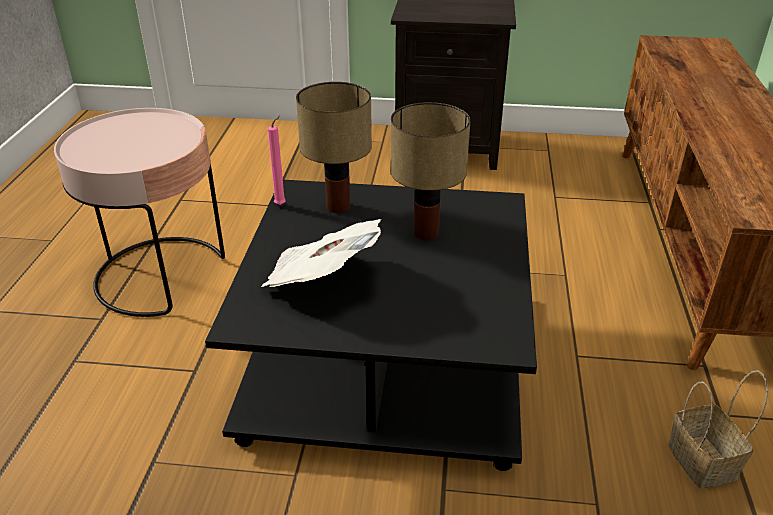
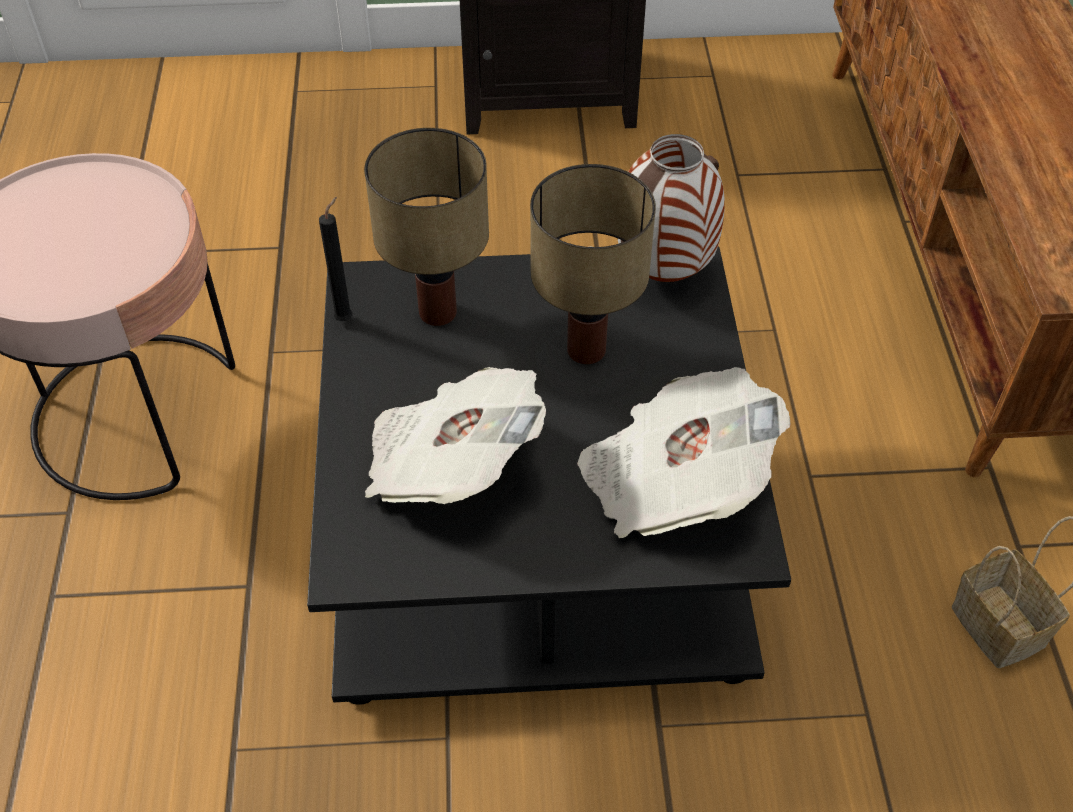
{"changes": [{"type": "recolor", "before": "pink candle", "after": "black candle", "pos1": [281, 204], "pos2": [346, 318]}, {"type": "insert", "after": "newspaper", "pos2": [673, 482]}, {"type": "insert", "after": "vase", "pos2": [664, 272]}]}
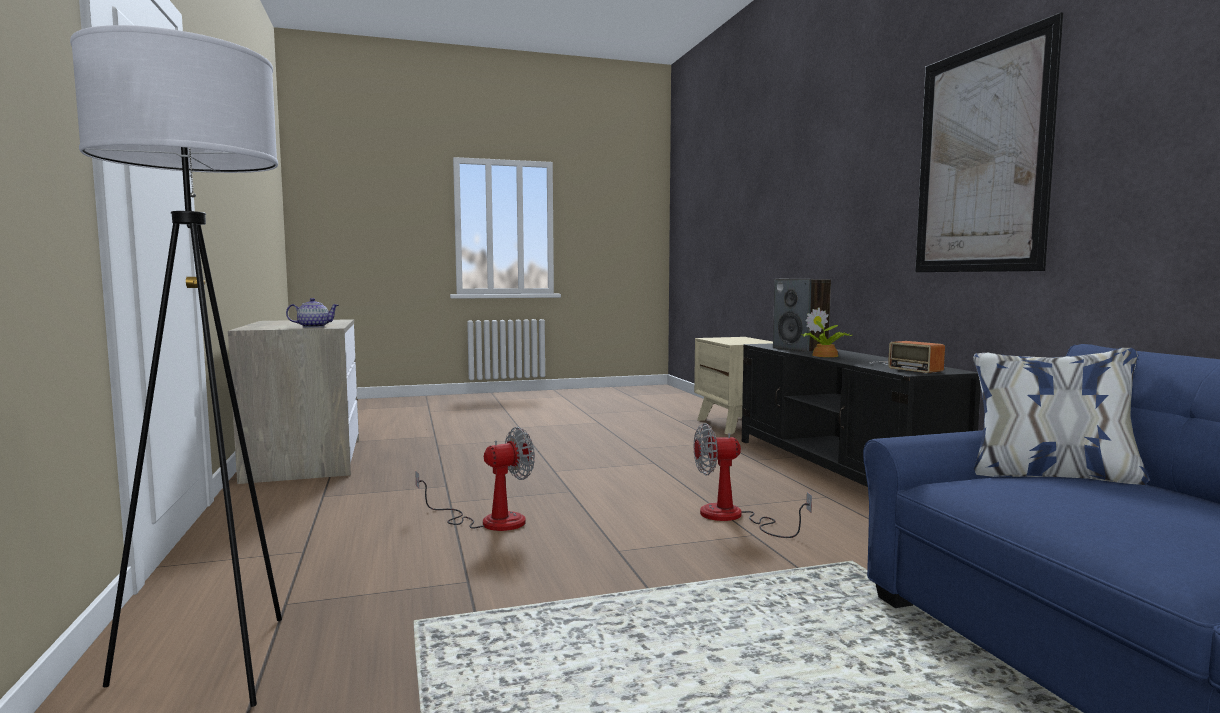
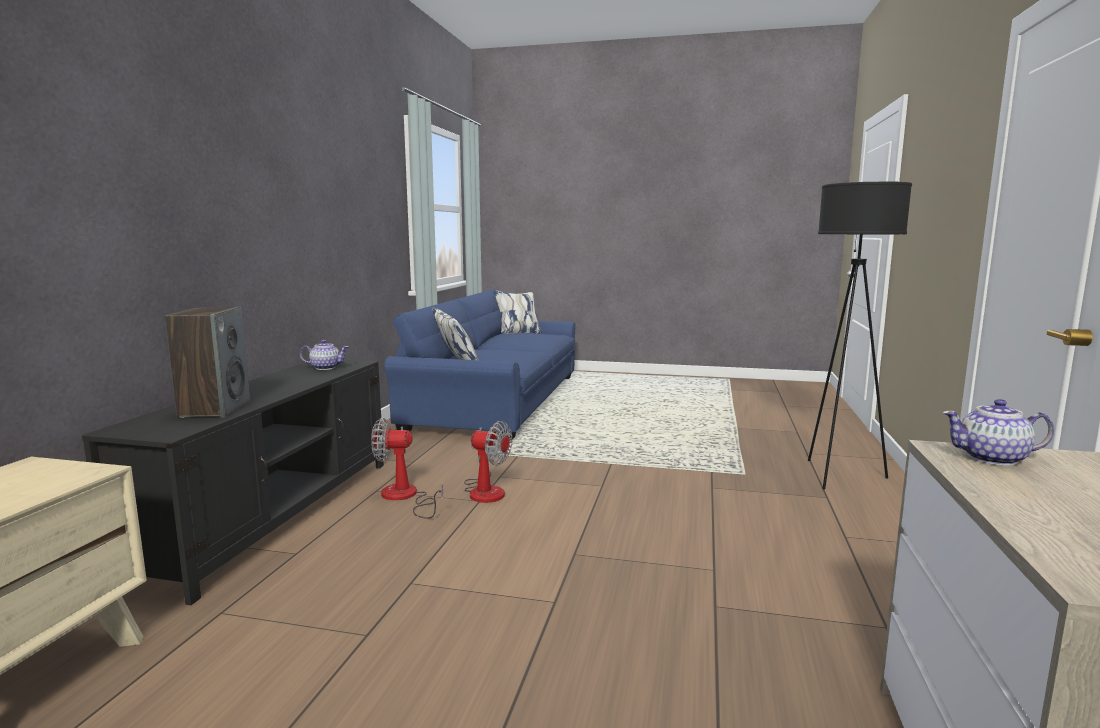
{"changes": [{"type": "recolor", "before": "white floor lamp", "after": "black floor lamp", "pos1": [219, 665], "pos2": [838, 475]}, {"type": "move", "before": "fan", "pos1": [489, 521], "pos2": [405, 497]}, {"type": "delete", "before": "potted plant", "pos1": [825, 356]}, {"type": "replace", "before": "radio", "after": "teapot", "pos1": [905, 367], "pos2": [325, 367]}, {"type": "delete", "before": "picture", "pos1": [980, 159]}]}
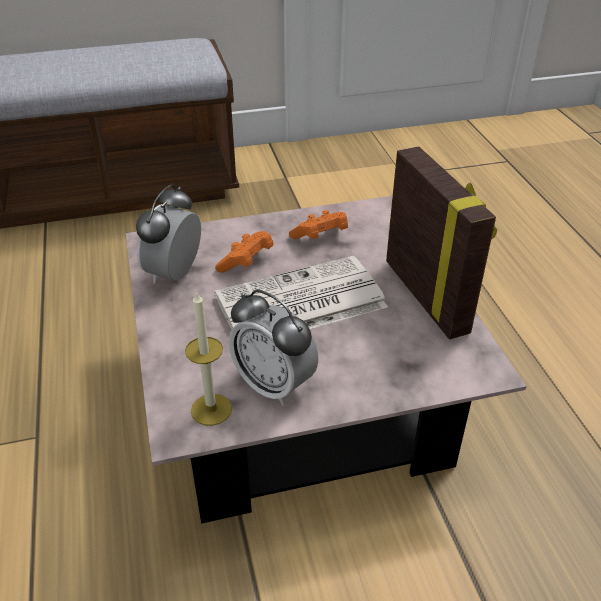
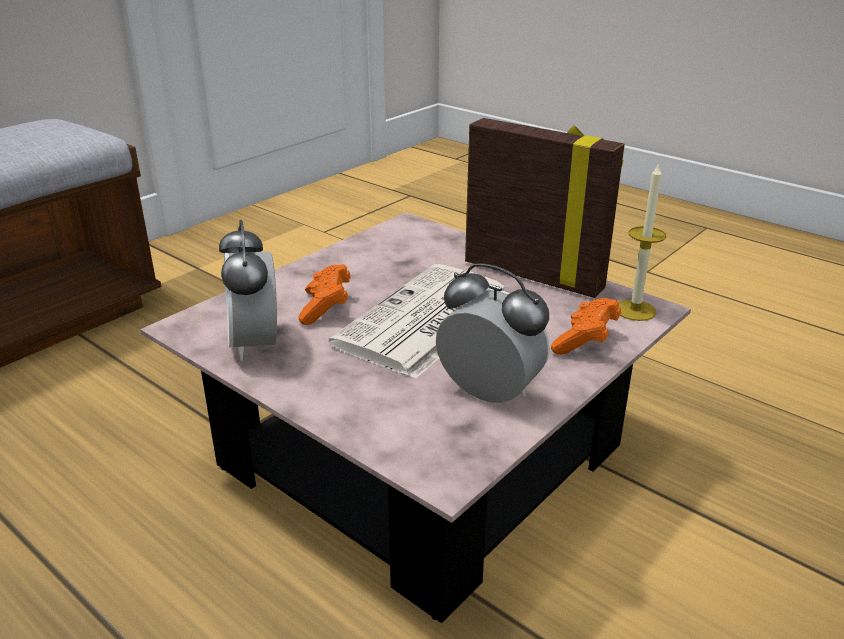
{"changes": [{"type": "move", "before": "candle", "pos1": [211, 409], "pos2": [635, 310]}, {"type": "rotate", "before": "alarm clock", "pos1": [274, 385], "pos2": [489, 394], "turn": -150}, {"type": "move", "before": "orange game controller", "pos1": [320, 237], "pos2": [585, 341]}]}
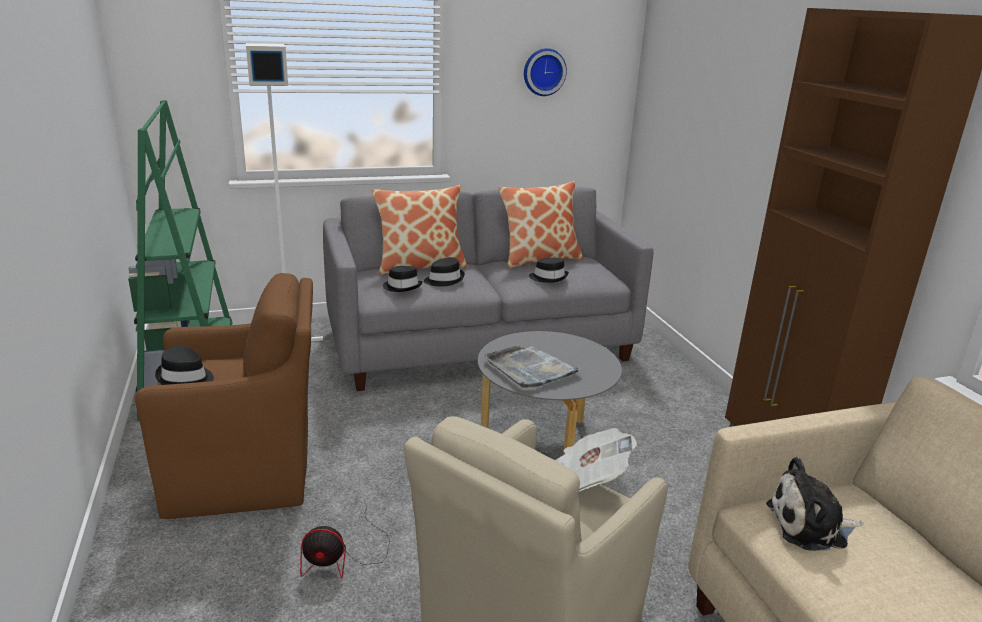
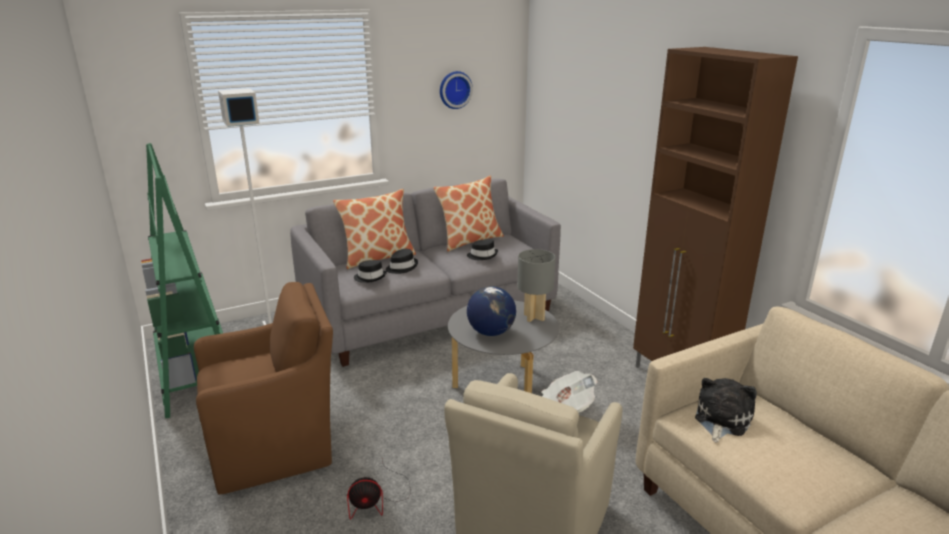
{"changes": [{"type": "delete", "before": "black hat", "pos1": [185, 378]}, {"type": "replace", "before": "grey tray", "after": "globe", "pos1": [530, 369], "pos2": [491, 332]}, {"type": "rotate", "before": "plush toy", "pos1": [811, 526], "pos2": [721, 420], "turn": 135}, {"type": "insert", "after": "grey table lamp", "pos2": [534, 317]}]}
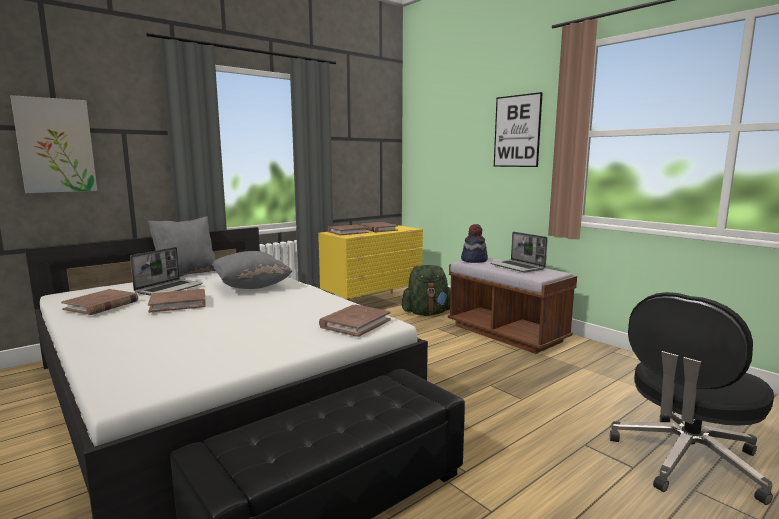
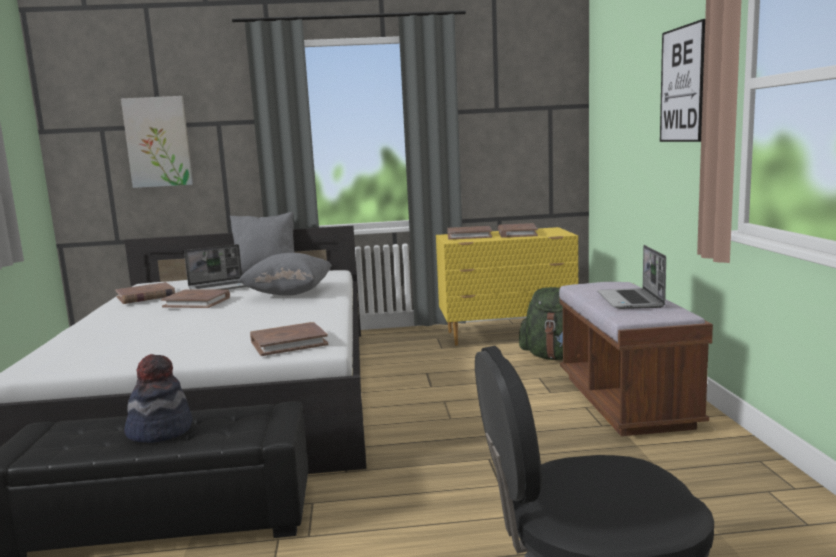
{"changes": [{"type": "move", "before": "hat", "pos1": [473, 260], "pos2": [160, 431]}]}
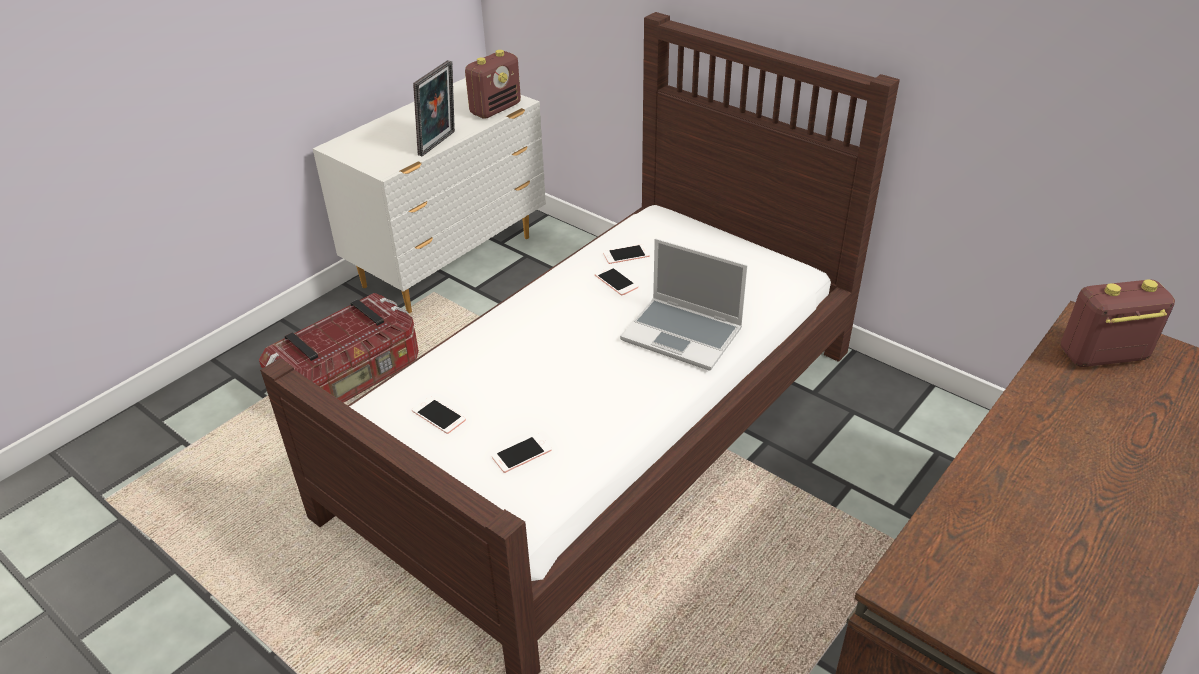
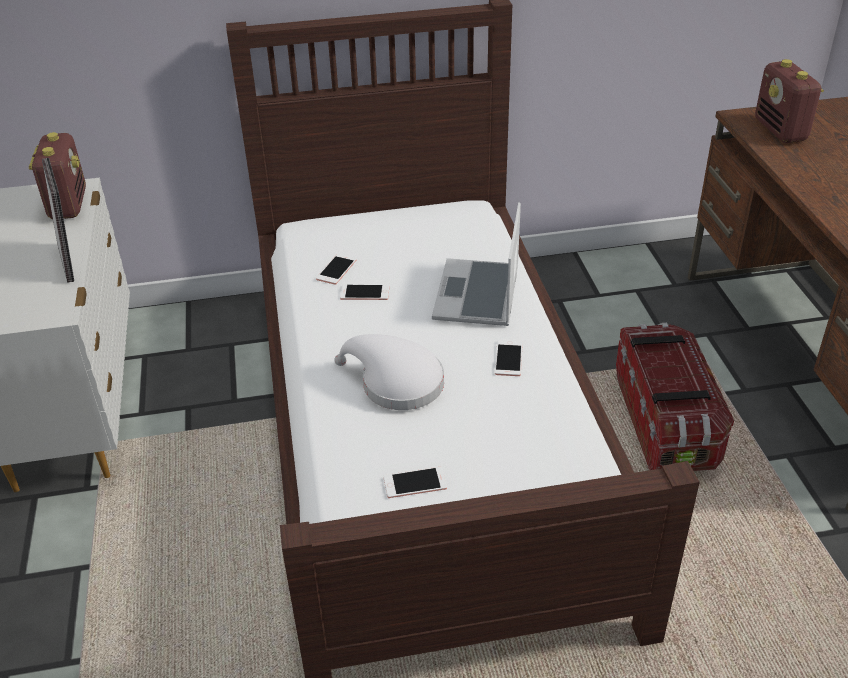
{"changes": [{"type": "move", "before": "storage box", "pos1": [350, 381], "pos2": [665, 422]}, {"type": "move", "before": "phone", "pos1": [521, 453], "pos2": [508, 358]}, {"type": "rotate", "before": "laptop", "pos1": [683, 335], "pos2": [478, 296], "turn": 120}, {"type": "rotate", "before": "radio", "pos1": [1102, 356], "pos2": [781, 131], "turn": -45}, {"type": "insert", "after": "white hat", "pos2": [396, 383]}]}
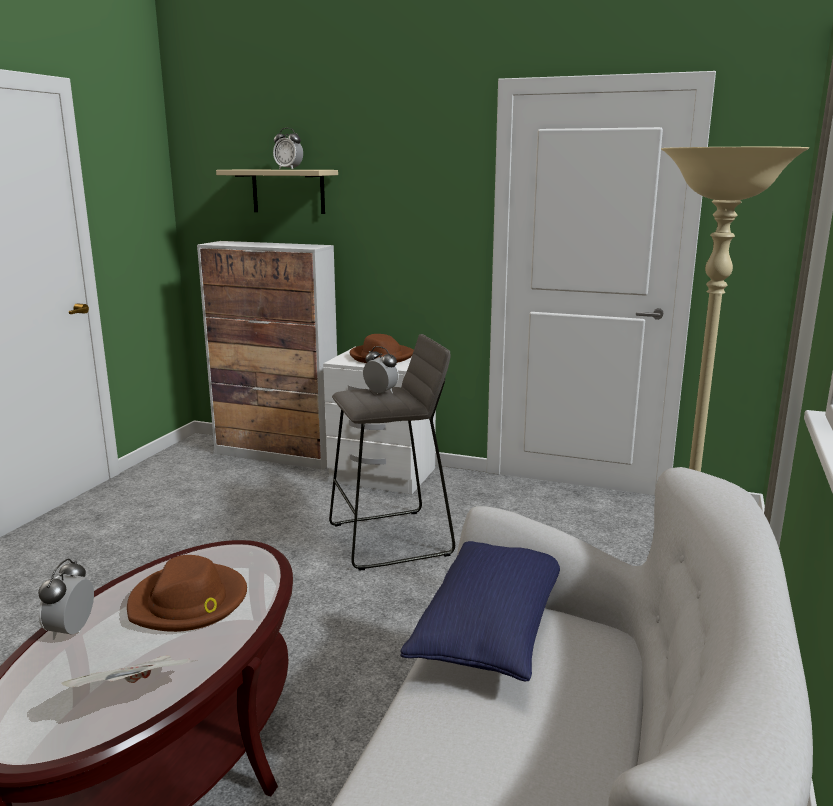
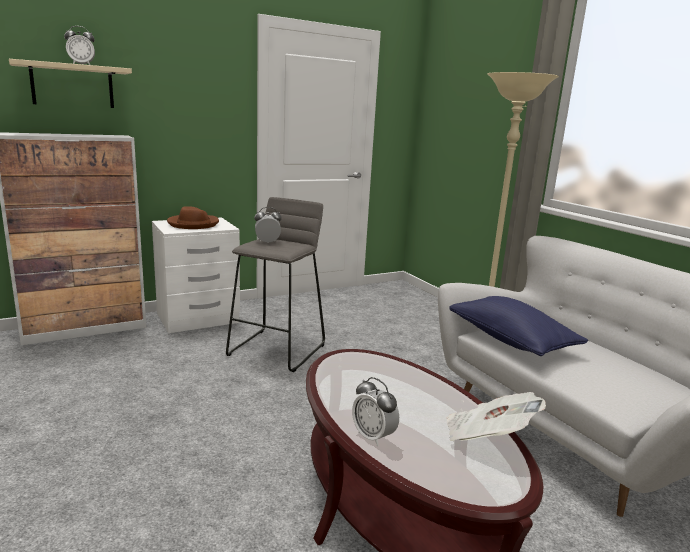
{"changes": [{"type": "delete", "before": "brown hat", "pos1": [189, 602]}]}
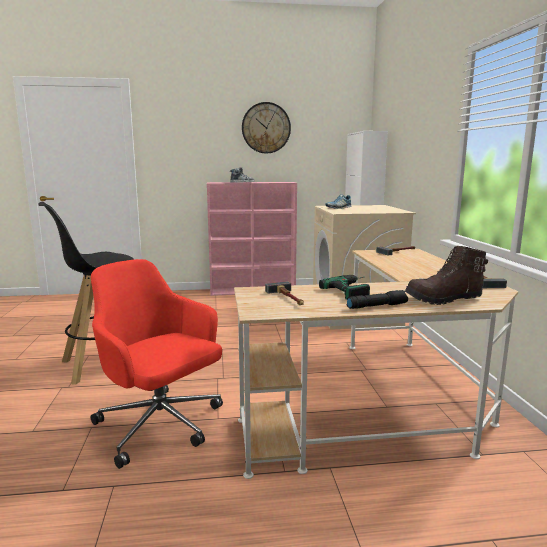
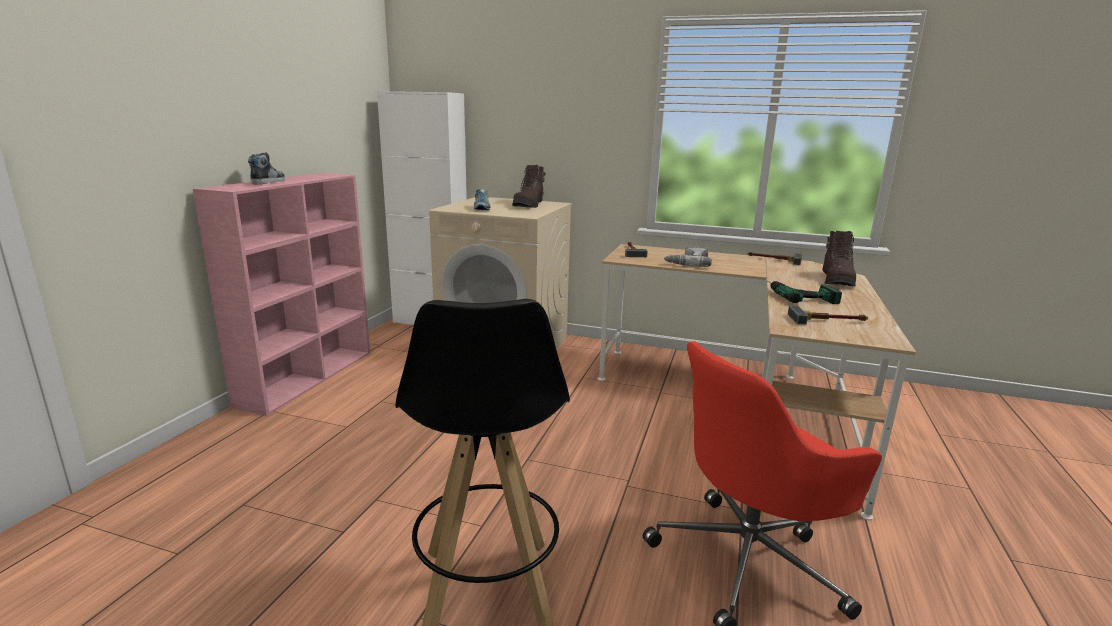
{"changes": [{"type": "delete", "before": "wall clock", "pos1": [266, 128]}, {"type": "delete", "before": "black flashlight", "pos1": [377, 306]}, {"type": "insert", "after": "brown boot", "pos2": [529, 205]}, {"type": "insert", "after": "power drill", "pos2": [687, 262]}]}
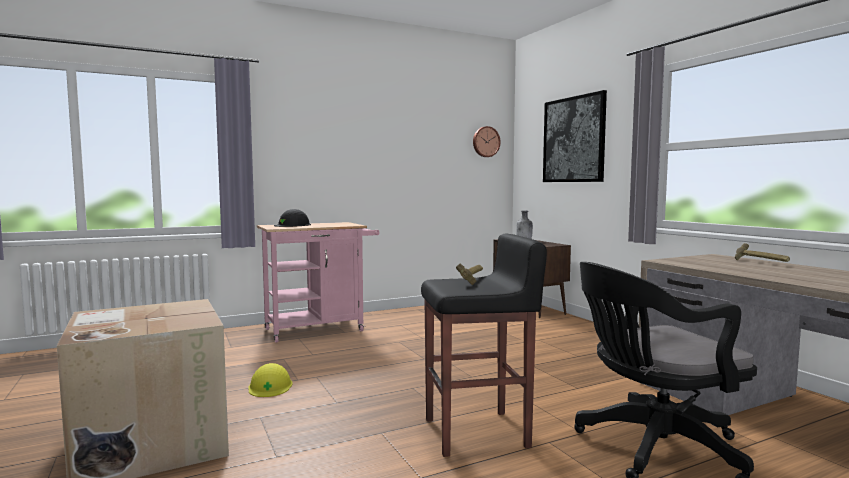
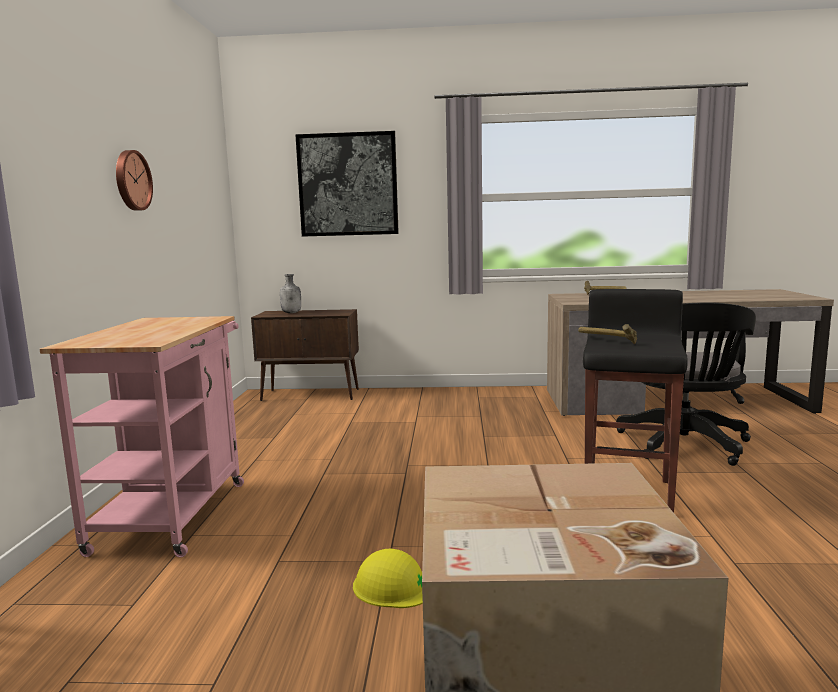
{"changes": [{"type": "delete", "before": "black hard hat", "pos1": [293, 225]}, {"type": "move", "before": "wall clock", "pos1": [485, 142], "pos2": [131, 180]}]}
